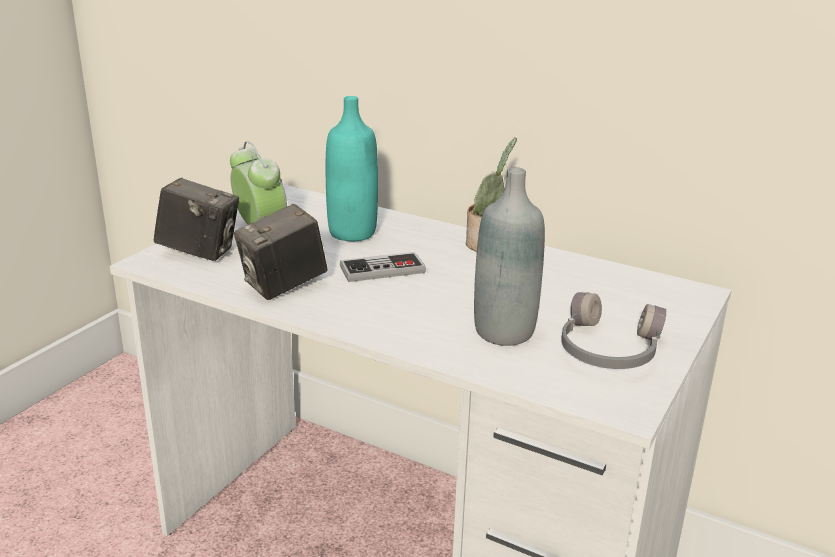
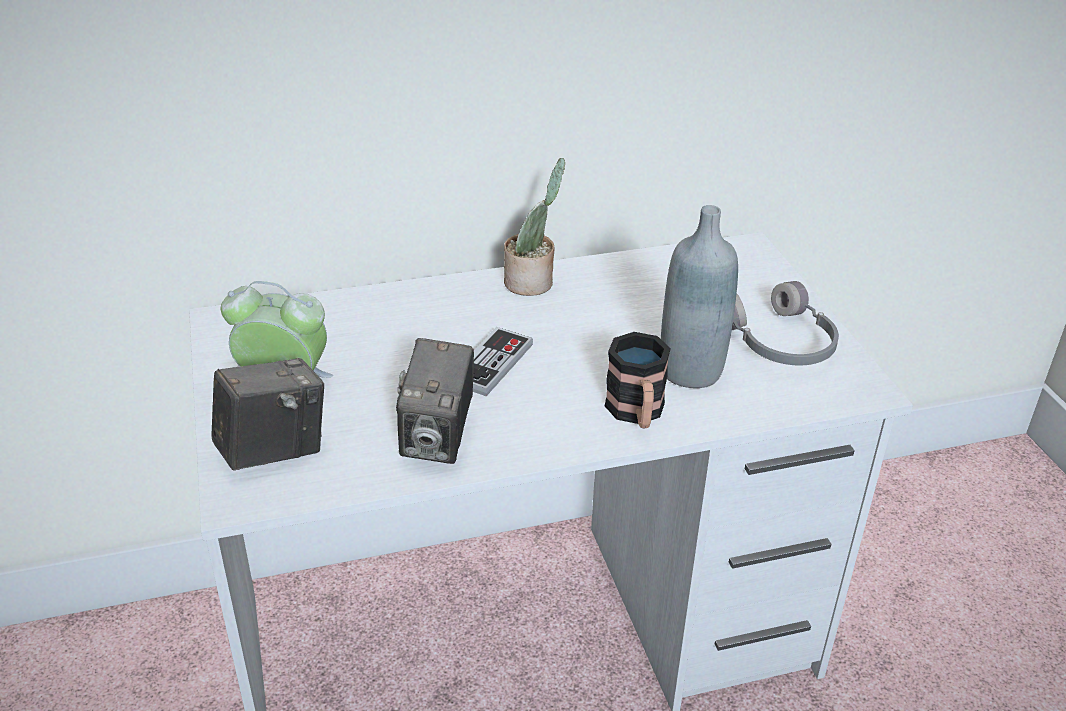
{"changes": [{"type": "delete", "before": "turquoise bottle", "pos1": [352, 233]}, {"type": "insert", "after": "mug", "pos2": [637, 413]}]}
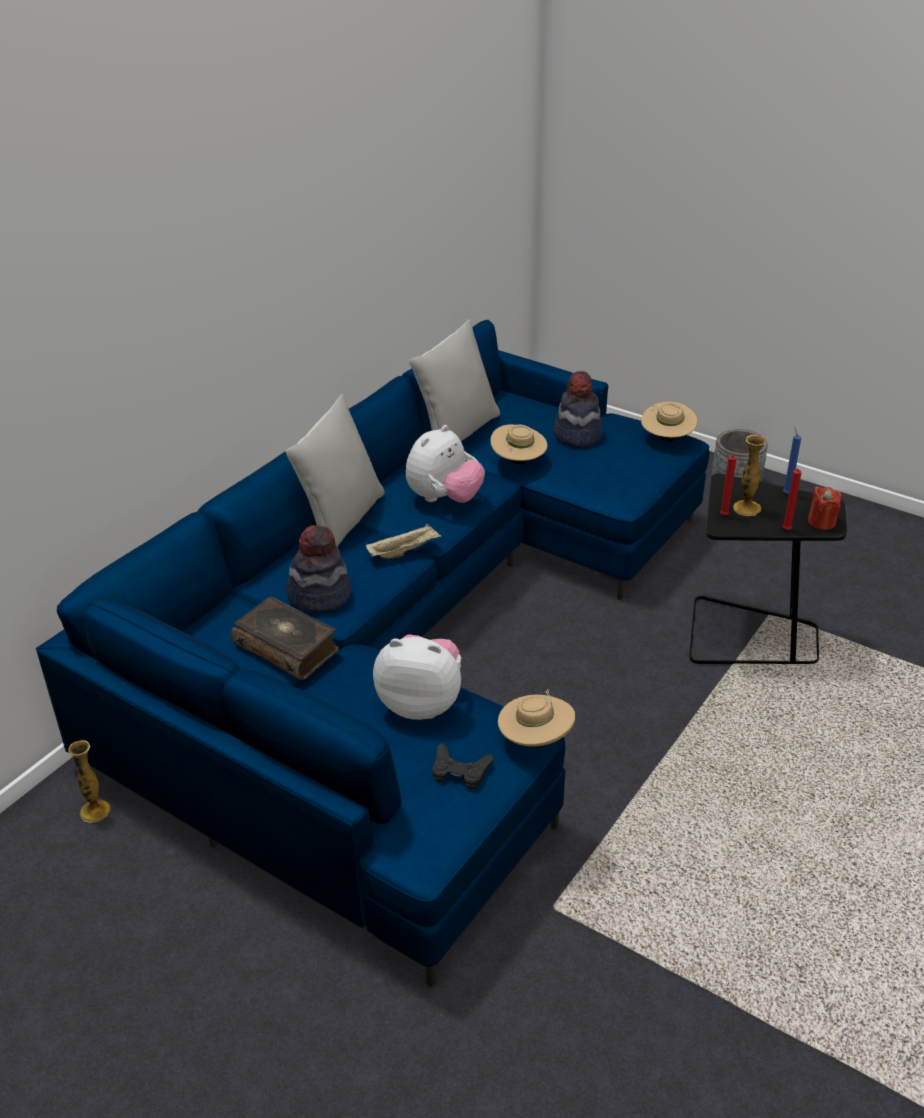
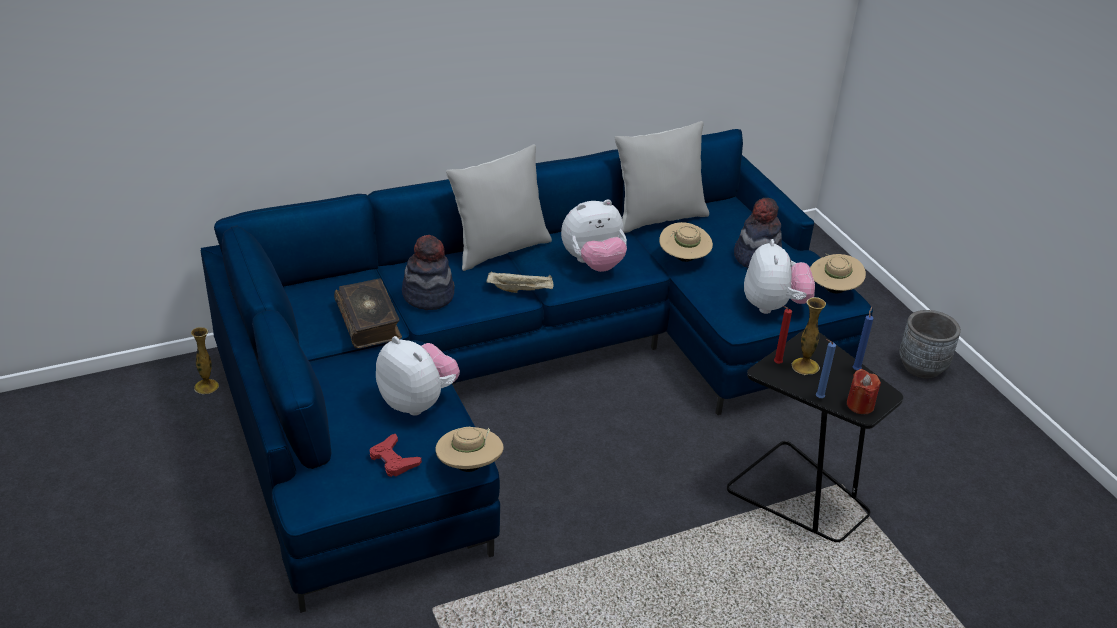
{"changes": [{"type": "recolor", "before": "black game controller", "after": "red game controller", "pos1": [460, 771], "pos2": [393, 460]}, {"type": "recolor", "before": "red candle", "after": "blue candle", "pos1": [785, 530], "pos2": [818, 398]}, {"type": "insert", "after": "plush toy", "pos2": [773, 306]}]}
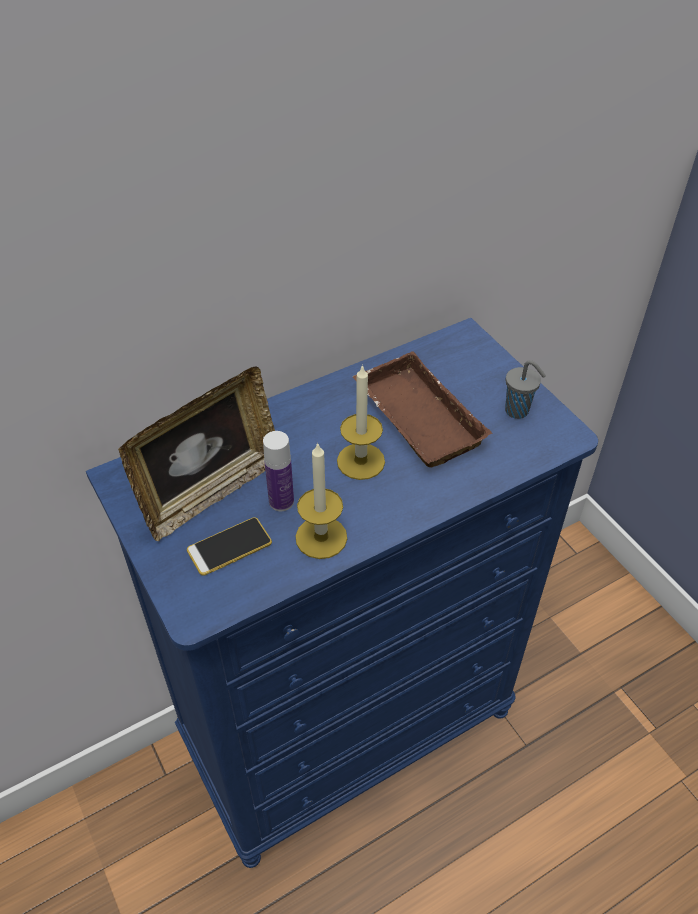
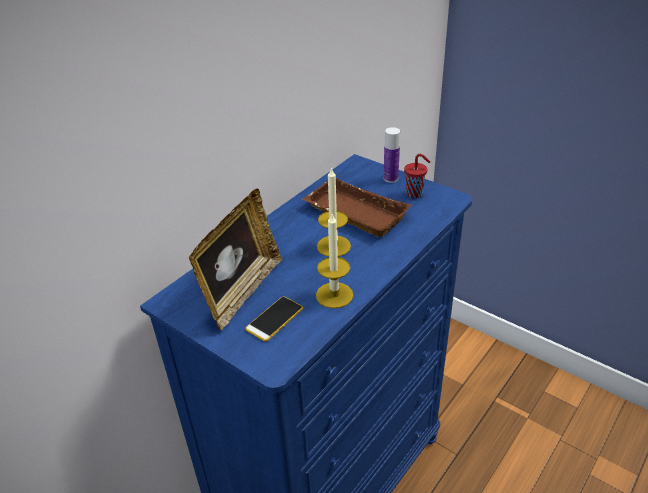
{"changes": [{"type": "move", "before": "bottle", "pos1": [281, 501], "pos2": [390, 178]}, {"type": "recolor", "before": "grey cup", "after": "red cup", "pos1": [518, 411], "pos2": [415, 194]}]}
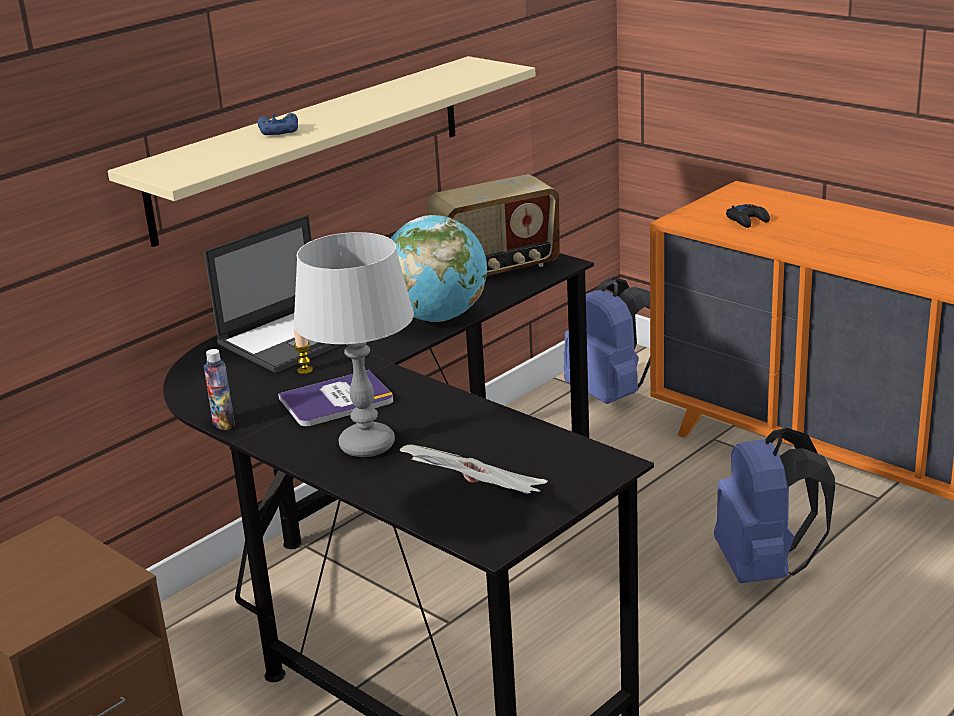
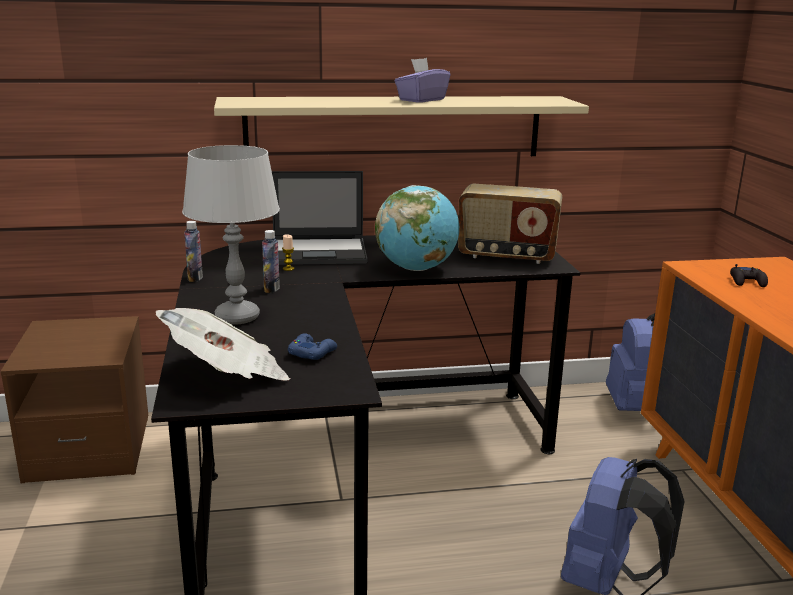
{"changes": [{"type": "move", "before": "blue game controller", "pos1": [278, 131], "pos2": [312, 352]}, {"type": "replace", "before": "book", "after": "bottle", "pos1": [337, 401], "pos2": [271, 289]}, {"type": "insert", "after": "purple tissue box", "pos2": [421, 100]}]}
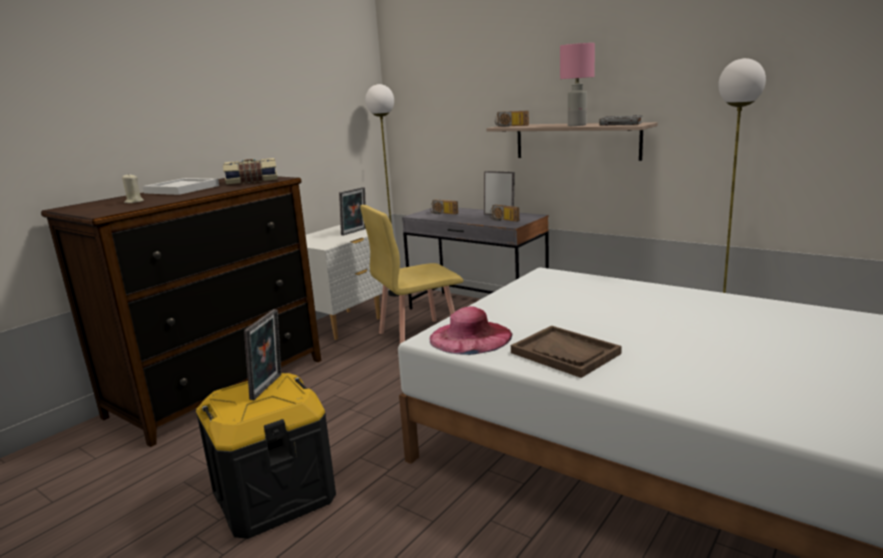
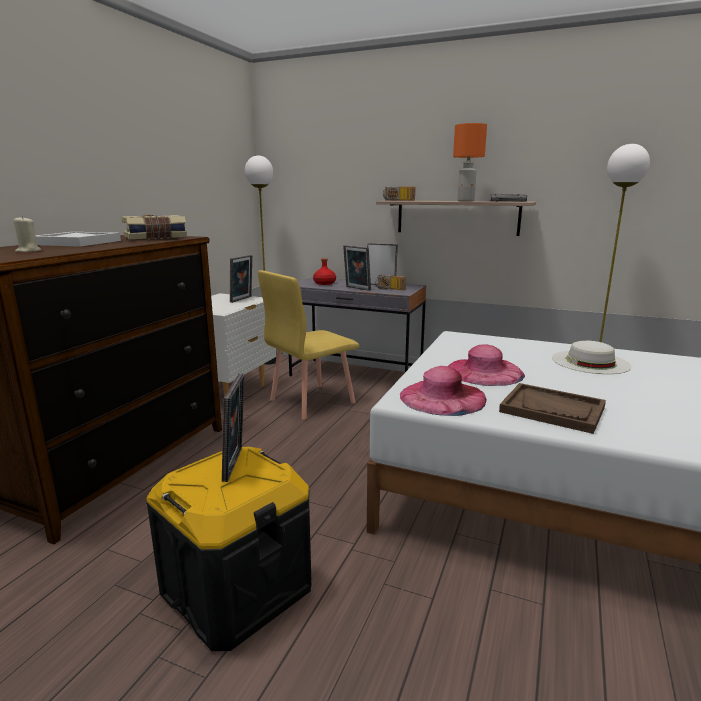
{"changes": [{"type": "replace", "before": "radio", "after": "red bottle", "pos1": [443, 213], "pos2": [325, 283]}, {"type": "recolor", "before": "pink table lamp", "after": "orange table lamp", "pos1": [577, 125], "pos2": [466, 201]}, {"type": "insert", "after": "picture frame", "pos2": [356, 288]}, {"type": "insert", "after": "pink hat", "pos2": [484, 372]}, {"type": "insert", "after": "white hat", "pos2": [590, 362]}]}
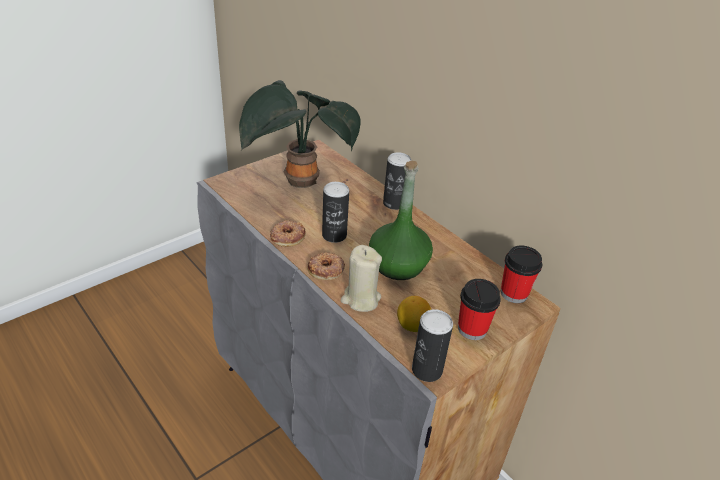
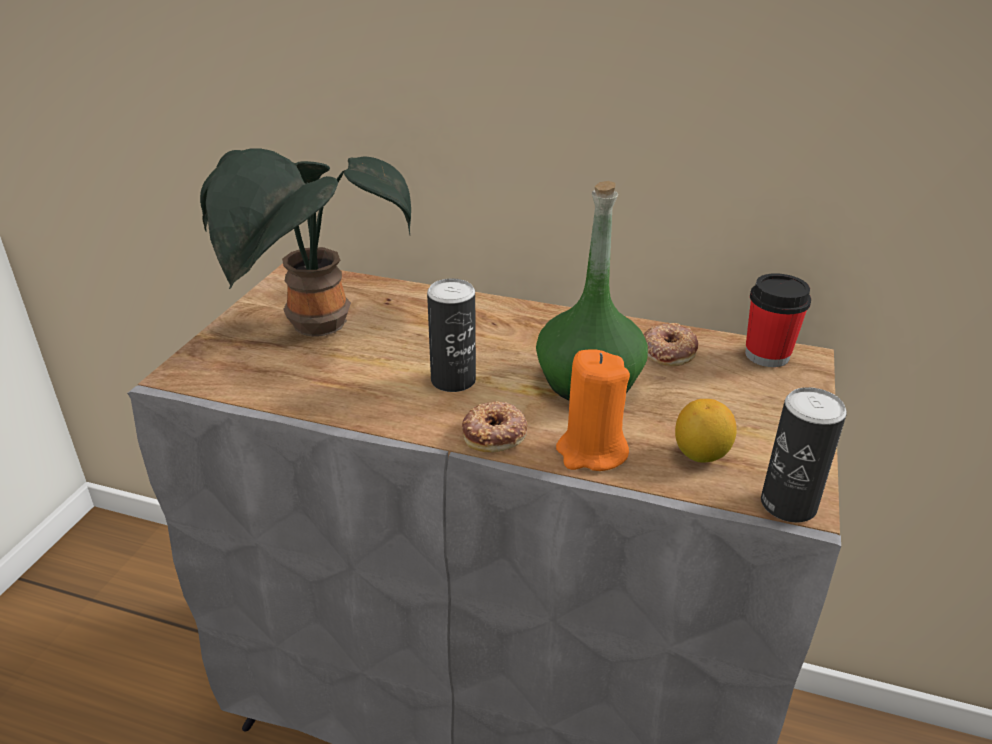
{"changes": [{"type": "move", "before": "donut", "pos1": [287, 236], "pos2": [668, 350]}, {"type": "recolor", "before": "beige candle", "after": "orange candle", "pos1": [360, 299], "pos2": [591, 451]}, {"type": "delete", "before": "can", "pos1": [394, 203]}, {"type": "delete", "before": "cup", "pos1": [472, 329]}]}
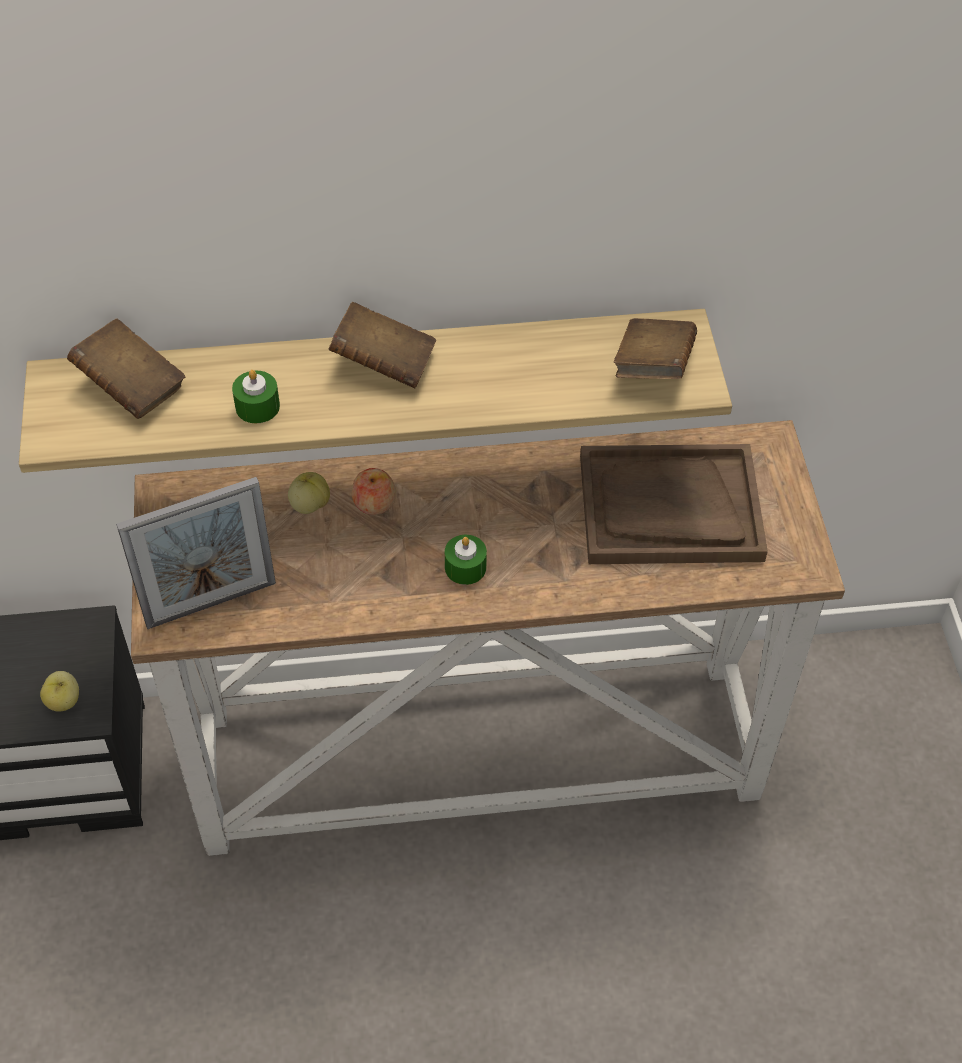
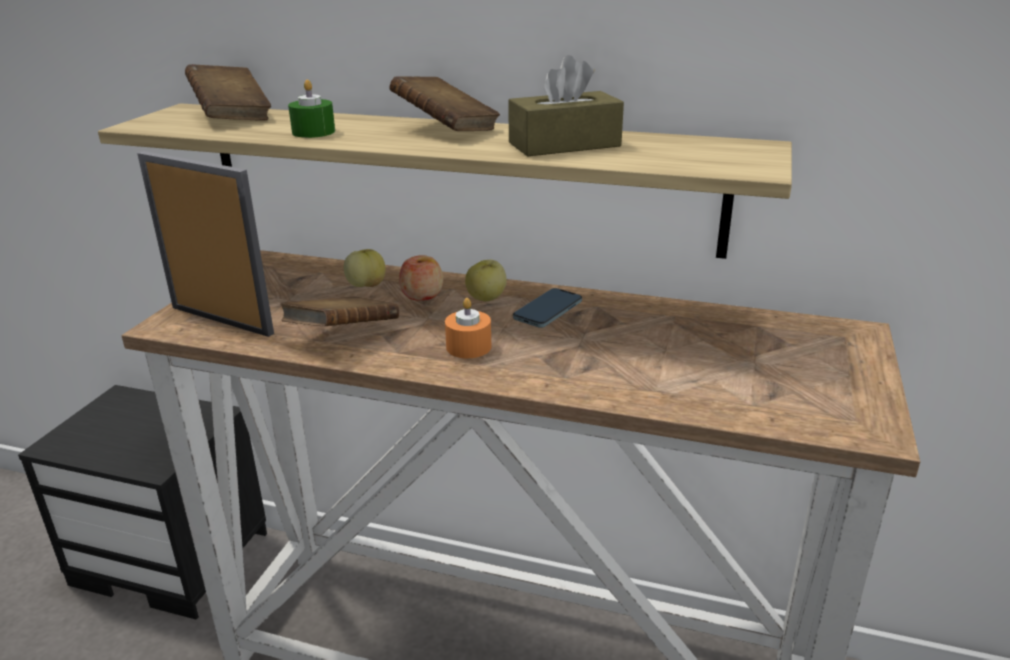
{"changes": [{"type": "move", "before": "apple", "pos1": [64, 701], "pos2": [487, 298]}, {"type": "rotate", "before": "picture frame", "pos1": [211, 603], "pos2": [222, 320], "turn": -150}, {"type": "recolor", "before": "green candle", "after": "orange candle", "pos1": [465, 567], "pos2": [468, 347]}, {"type": "delete", "before": "brown tray", "pos1": [669, 508]}, {"type": "move", "before": "brown book", "pos1": [653, 367], "pos2": [343, 335]}, {"type": "insert", "after": "brown tissue box", "pos2": [564, 144]}, {"type": "insert", "after": "phone", "pos2": [548, 311]}]}
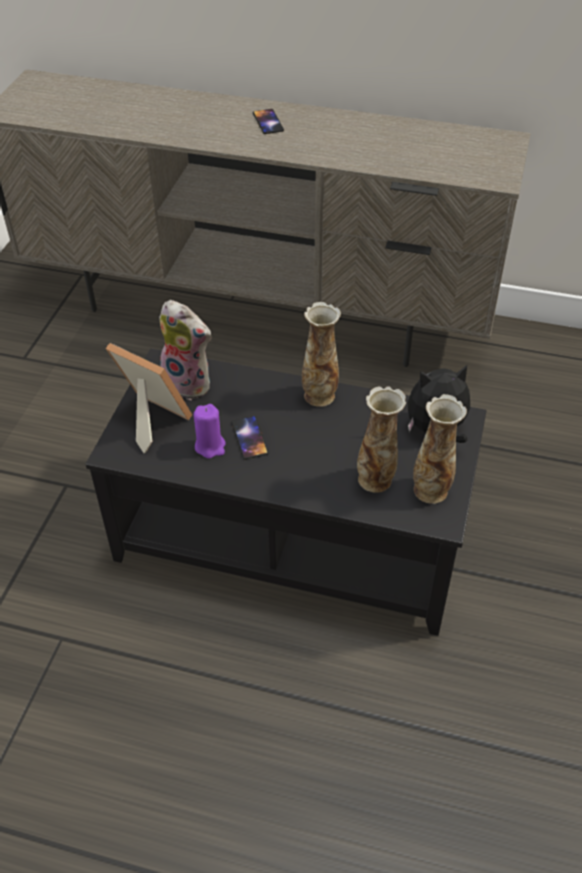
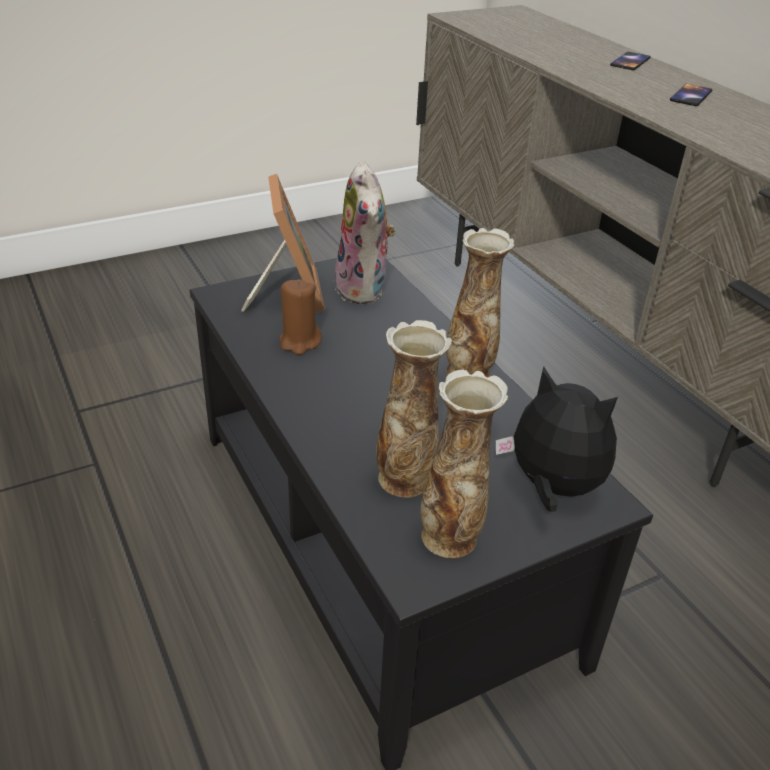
{"changes": [{"type": "recolor", "before": "purple candle", "after": "brown candle", "pos1": [210, 446], "pos2": [300, 342]}, {"type": "move", "before": "phone", "pos1": [249, 438], "pos2": [630, 62]}]}
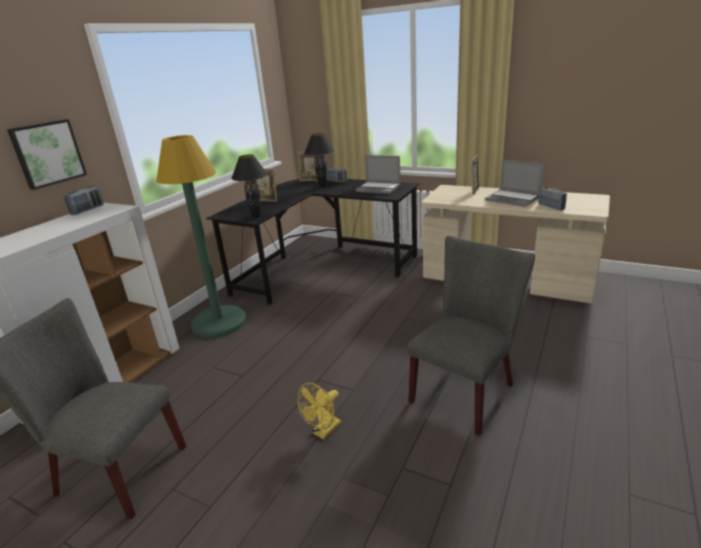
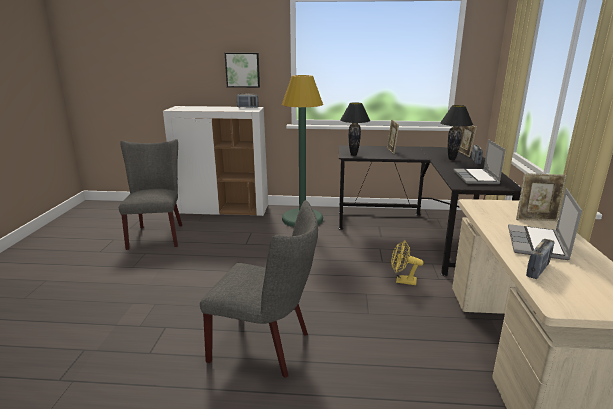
{"changes": [{"type": "move", "before": "yellow fan", "pos1": [323, 431], "pos2": [402, 281]}]}
